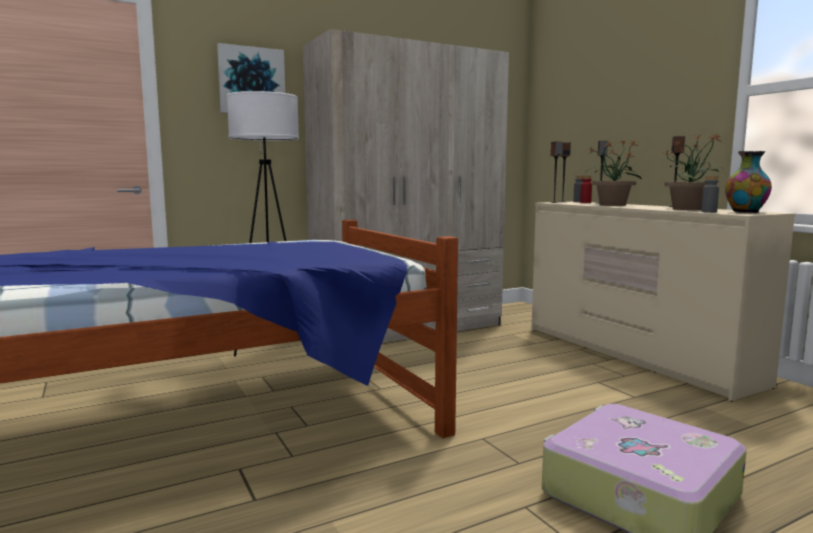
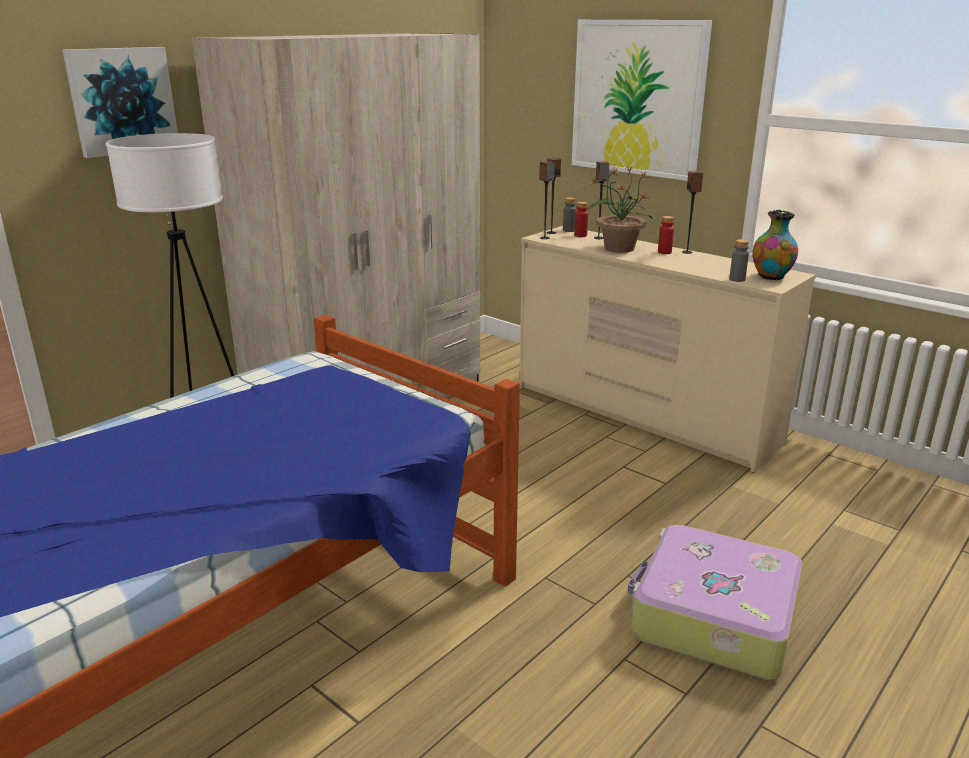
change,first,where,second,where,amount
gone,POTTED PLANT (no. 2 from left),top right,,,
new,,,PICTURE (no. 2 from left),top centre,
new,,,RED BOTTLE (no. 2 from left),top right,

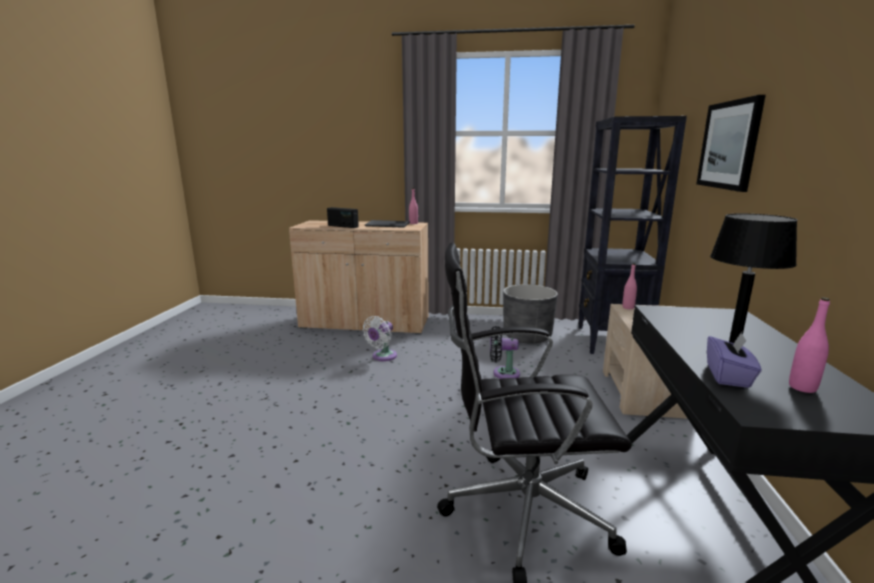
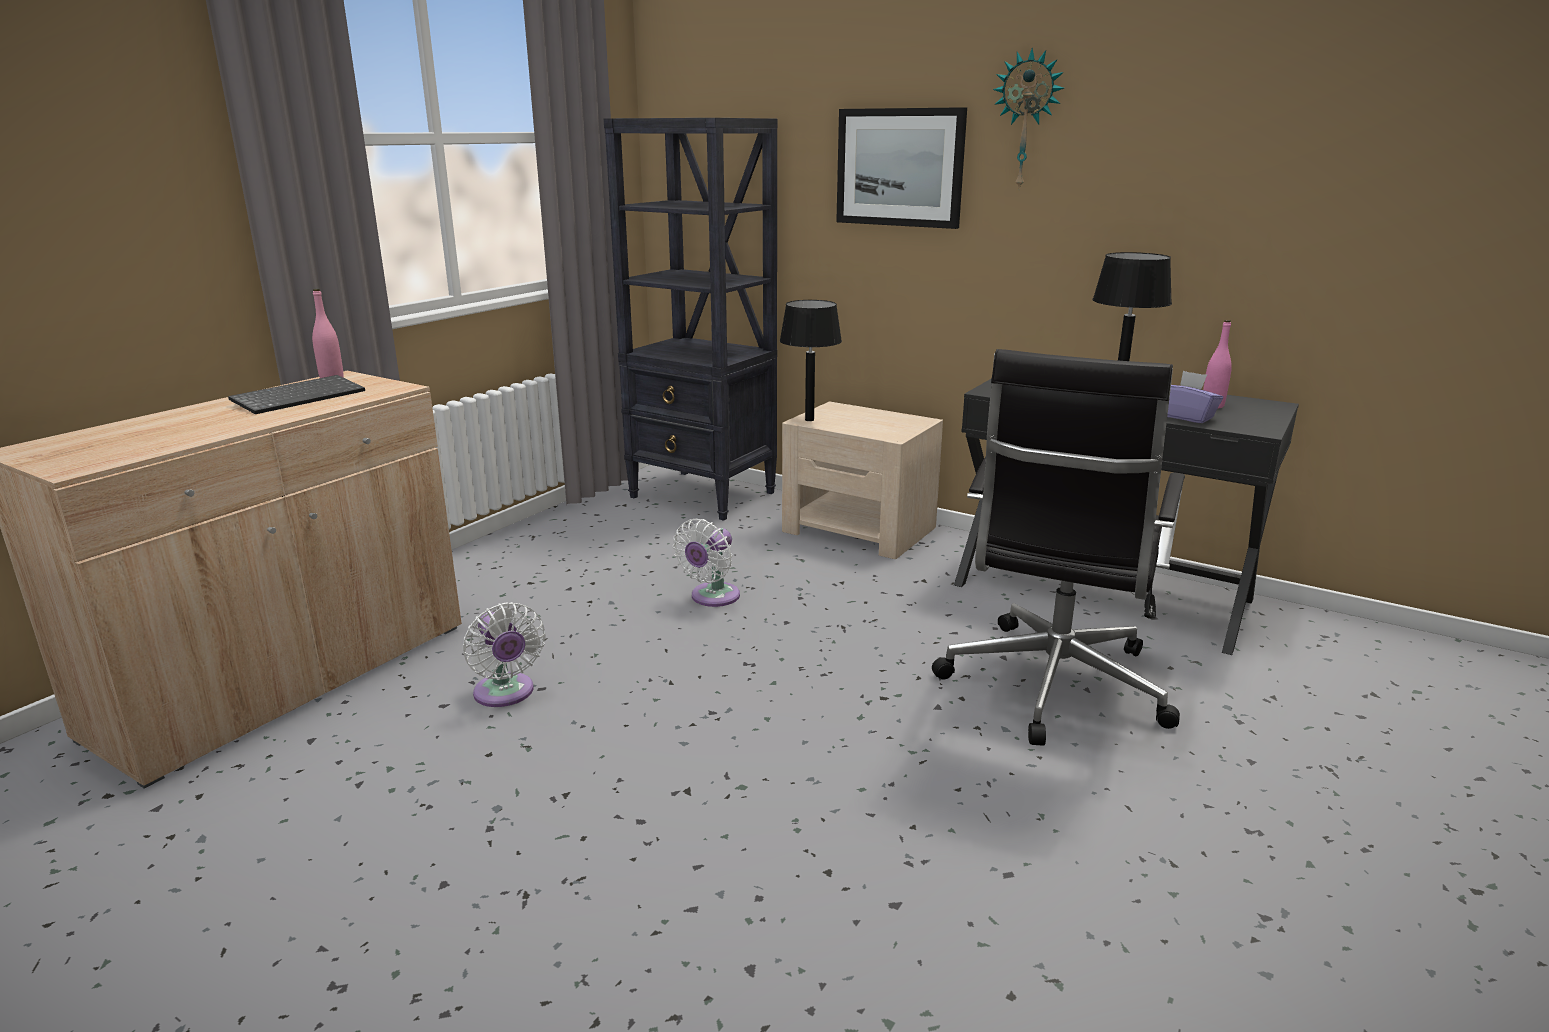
change,first,where,second,where,amount
gone,RADIO,centre,,,
repainted,BLACK FAN,centre,WHITE FAN (no. 2 from left),centre,
gone,GREY PLANTER,centre,,,
swapped,PINK BOTTLE (no. 2 from left),middle right,BLACK TABLE LAMP (no. 1 from left),centre,
new,,,WALL CLOCK,top centre,

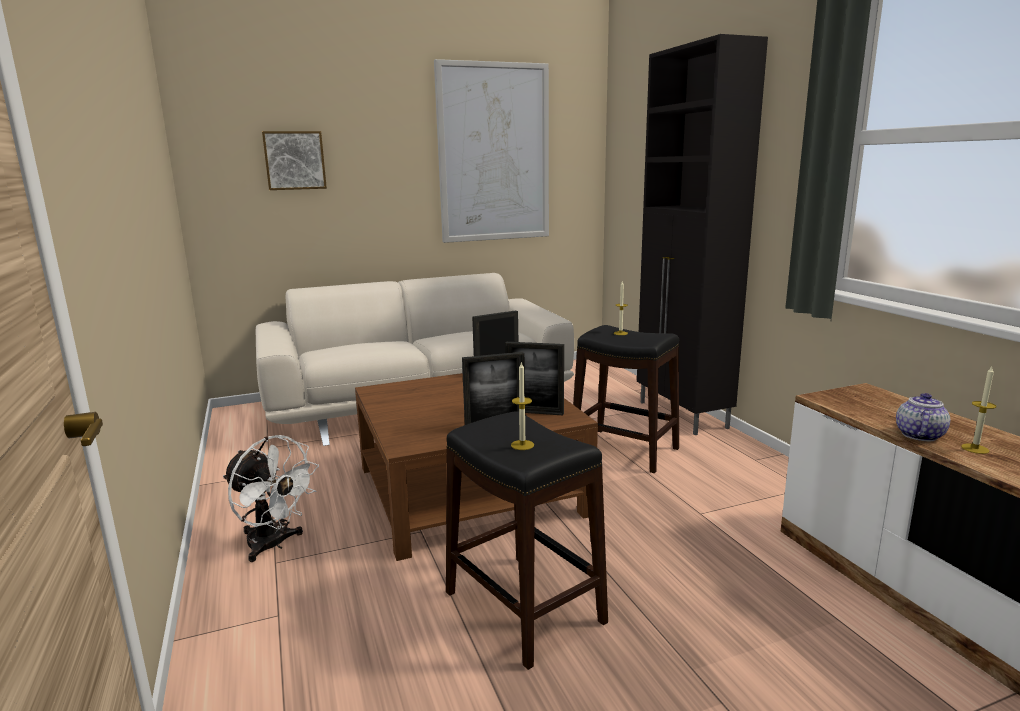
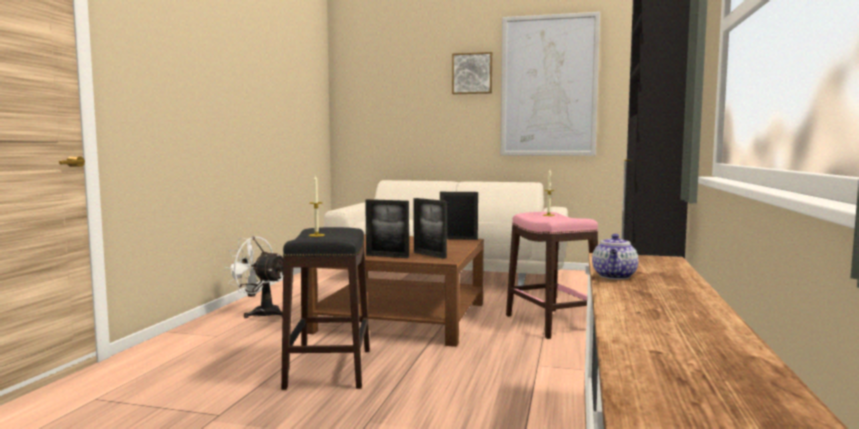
change,first,where,second,where,amount
rotated,WHITE FAN,bottom left,,middle left,135 degrees clockwise
shifted,PICTURE (no. 1 from left),top left,,top centre,
repainted,BLACK STOOL (no. 2 from left),centre,PINK STOOL,centre,
rotated,TEAPOT,middle right,,middle right,135 degrees clockwise
gone,CANDLE (no. 3 from left),middle right,,,

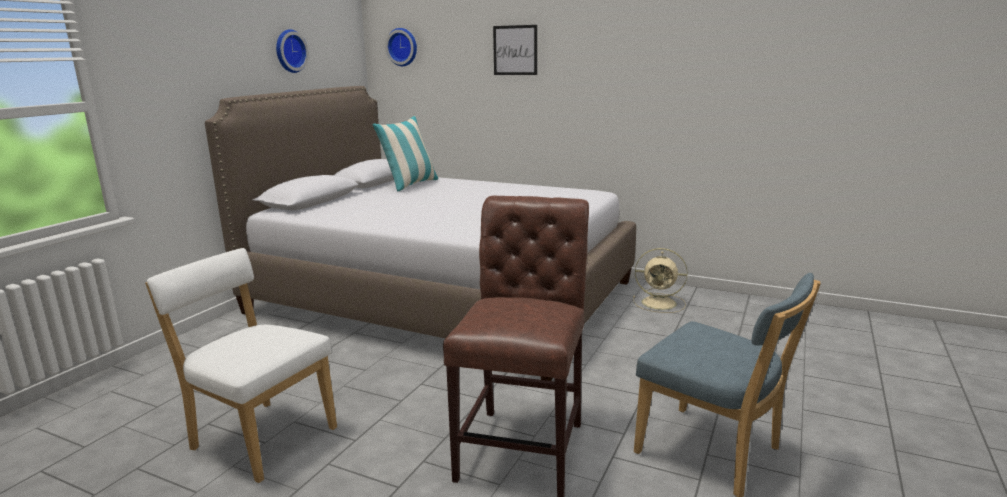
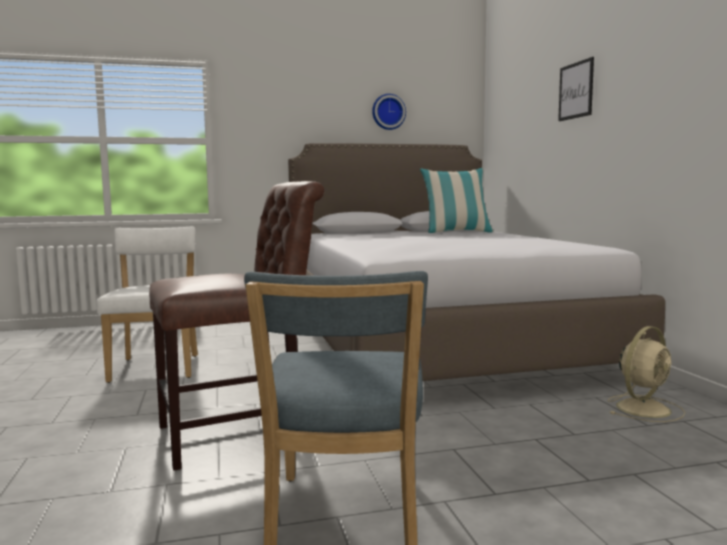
change,first,where,second,where,amount
gone,WALL CLOCK (no. 2 from left),top centre,,,
rotated,BEIGE FAN,centre,,bottom right,105 degrees counterclockwise

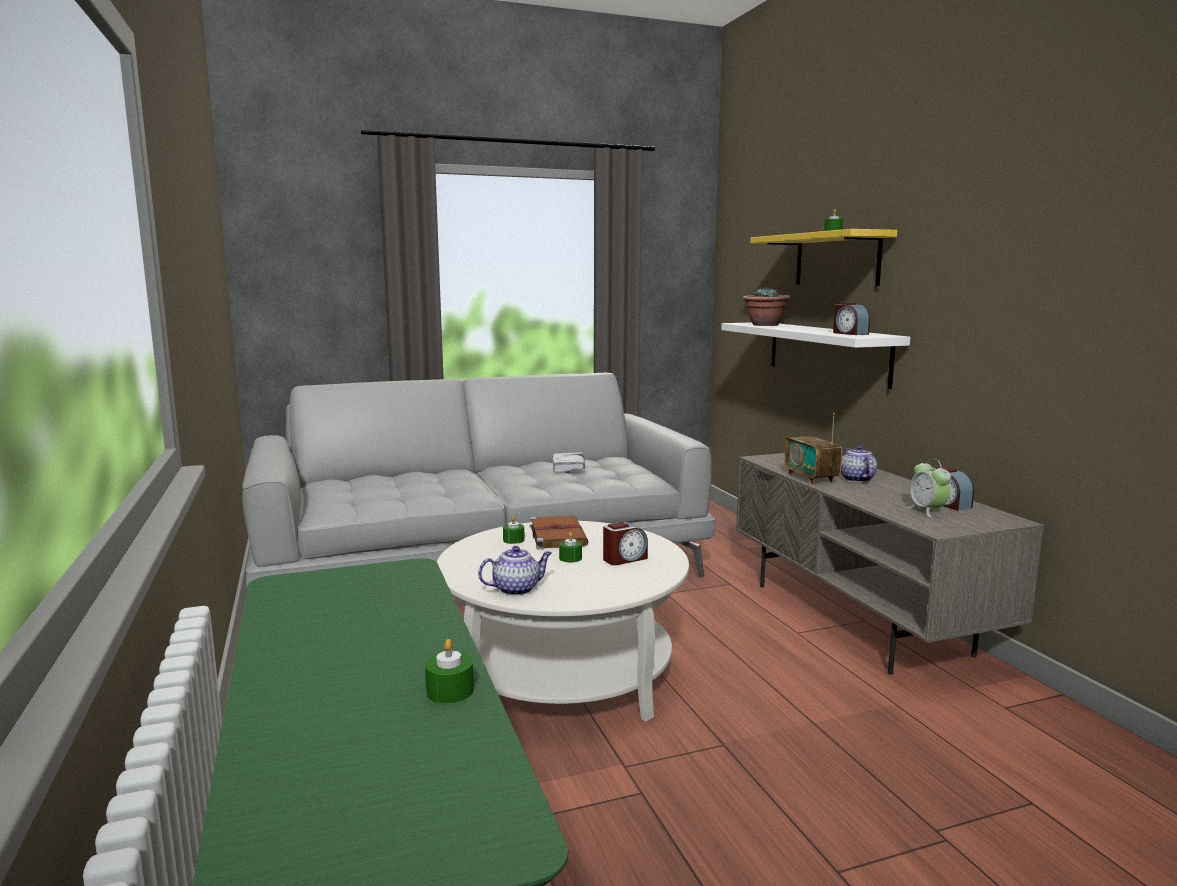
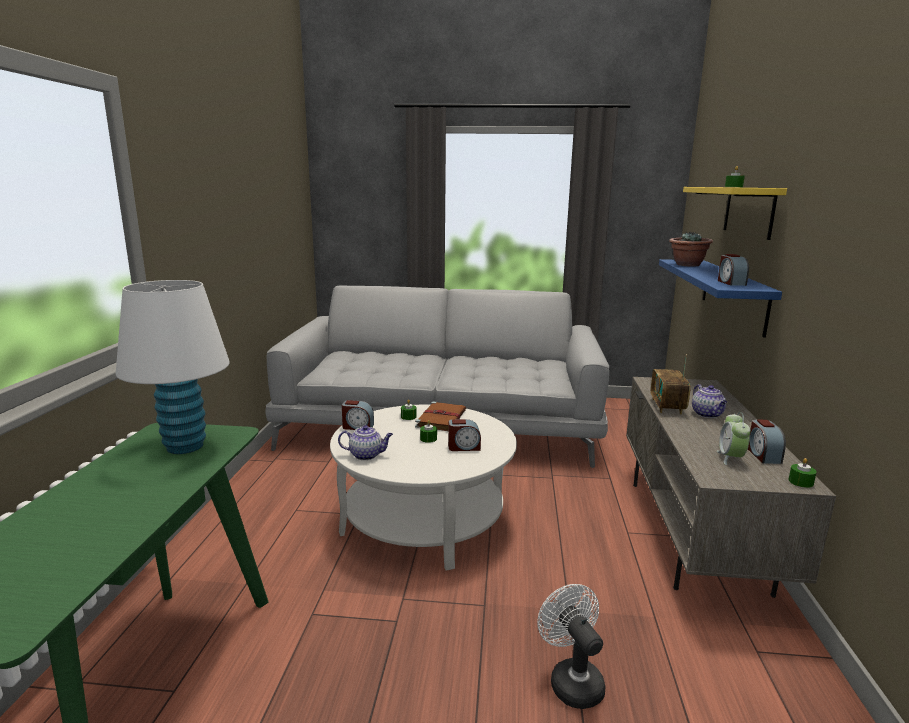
change,first,where,second,where,amount
shifted,GREEN CANDLE (no. 1 from left in the first image),bottom centre,GREEN CANDLE (no. 4 from left),middle right,
gone,WHITE BOOK,centre,,,
repainted,WHITE SHELF,middle right,BLUE SHELF,middle right,
rotated,TEAPOT (no. 2 from left),middle right,,middle right,150 degrees clockwise
new,,,WHITE TABLE LAMP,middle left,
new,,,ALARM CLOCK (no. 1 from left),centre,
new,,,WHITE FAN,bottom centre,

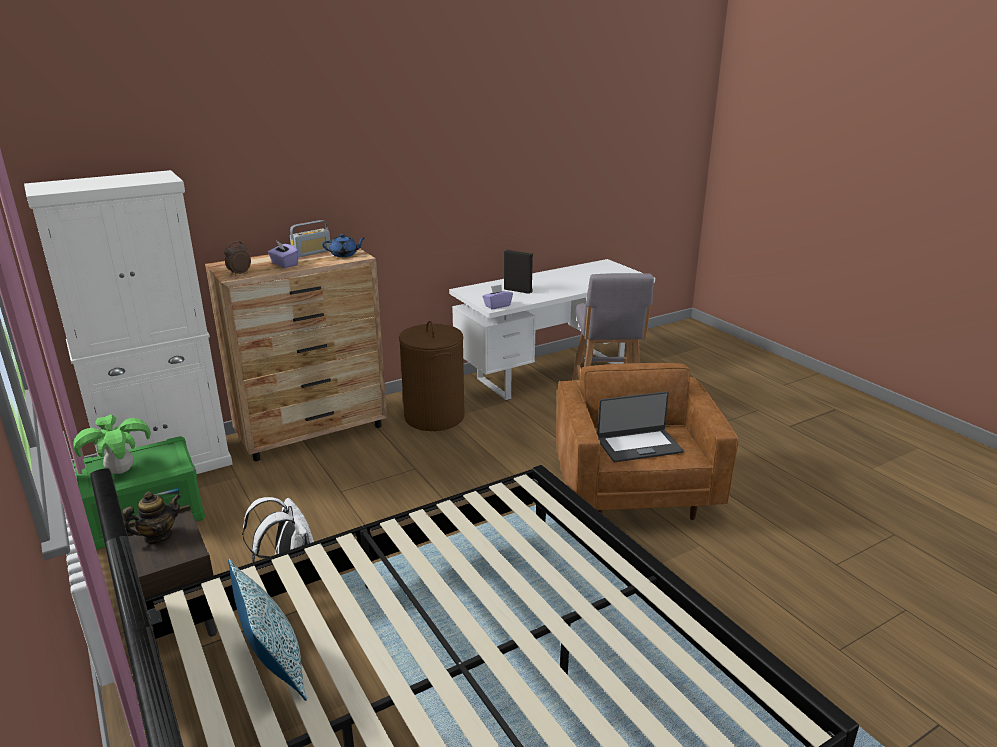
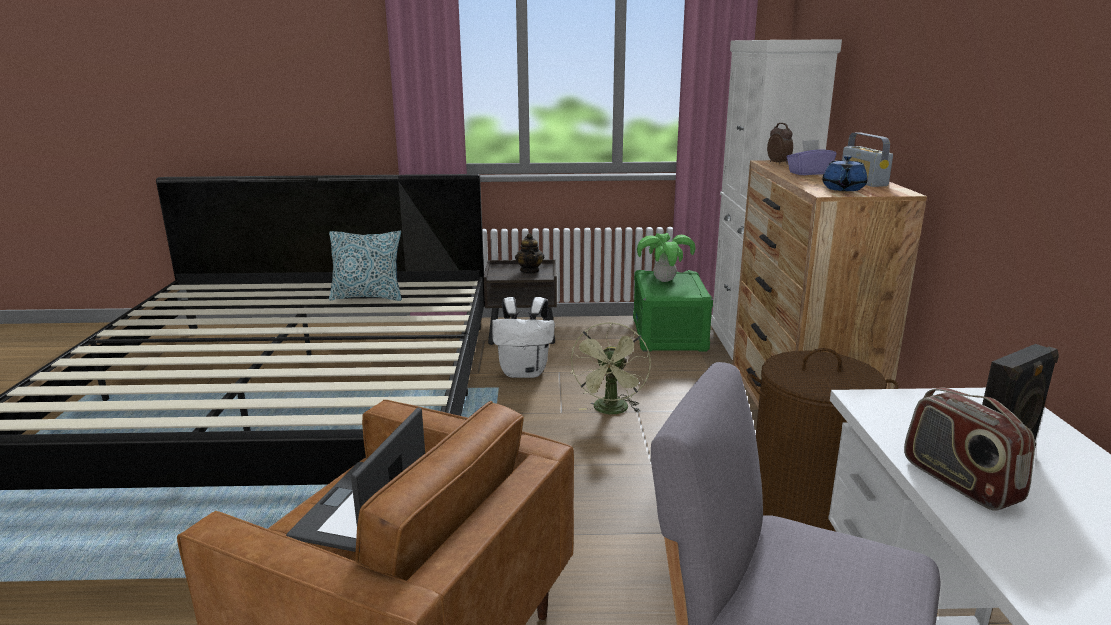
change,first,where,second,where,amount
gone,PURPLE TISSUE BOX (no. 2 from left),centre,,,
new,,,GREEN FAN,centre,
new,,,RADIO (no. 2 from left),bottom right,

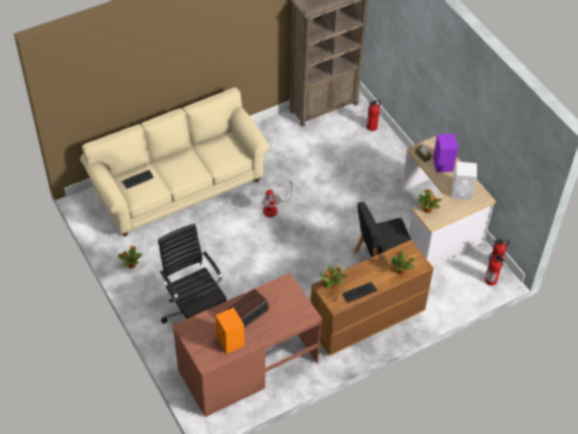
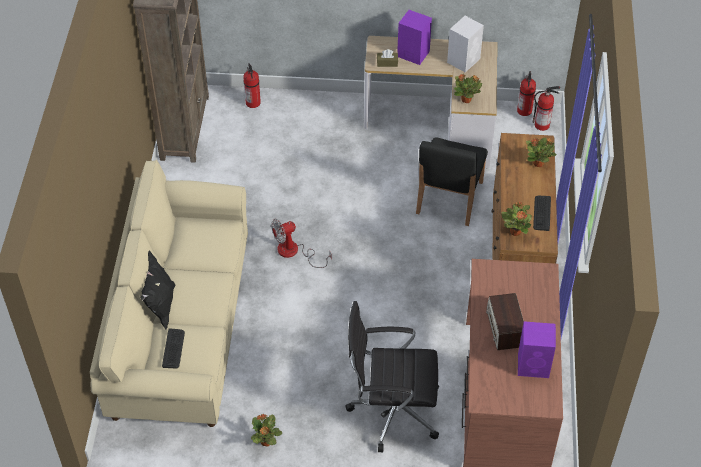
change,first,where,second,where,amount
repainted,ORANGE SPEAKER,bottom centre,PURPLE SPEAKER (no. 2 from left),bottom right,
rotated,FAN,centre,,centre,135 degrees clockwise
new,,,BLACK PILLOW,middle left,

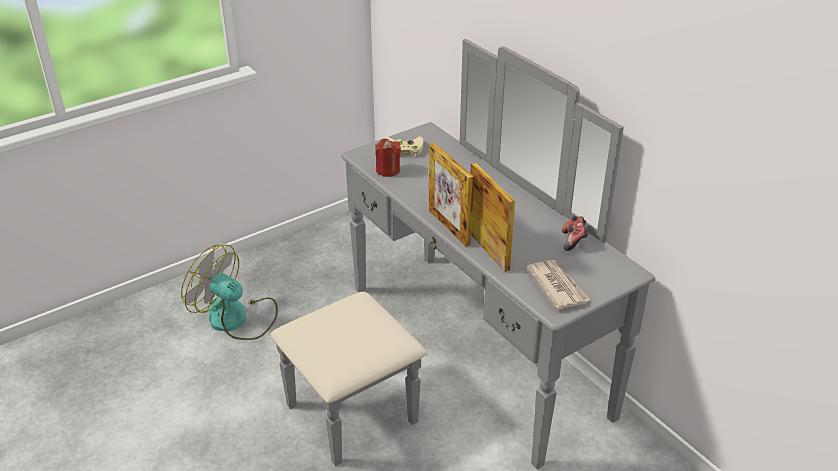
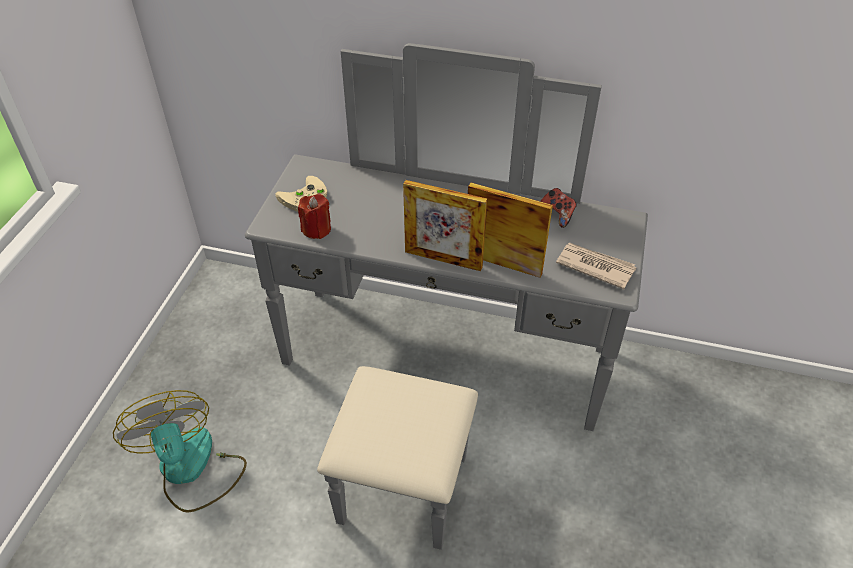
change,first,where,second,where,amount
rotated,FAN,middle left,,bottom left,75 degrees clockwise

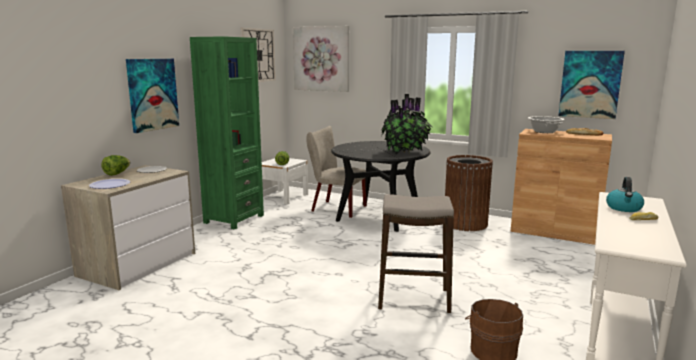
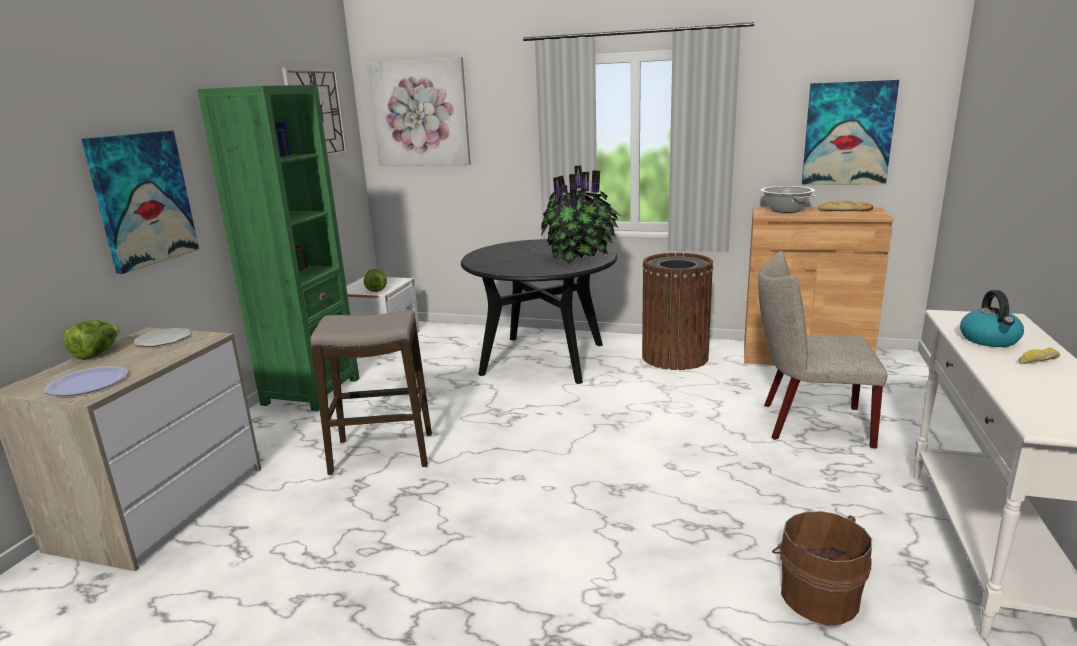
change,first,where,second,where,amount
shifted,BEIGE CHAIR,centre,,middle right,
shifted,STOOL,bottom centre,,centre,

